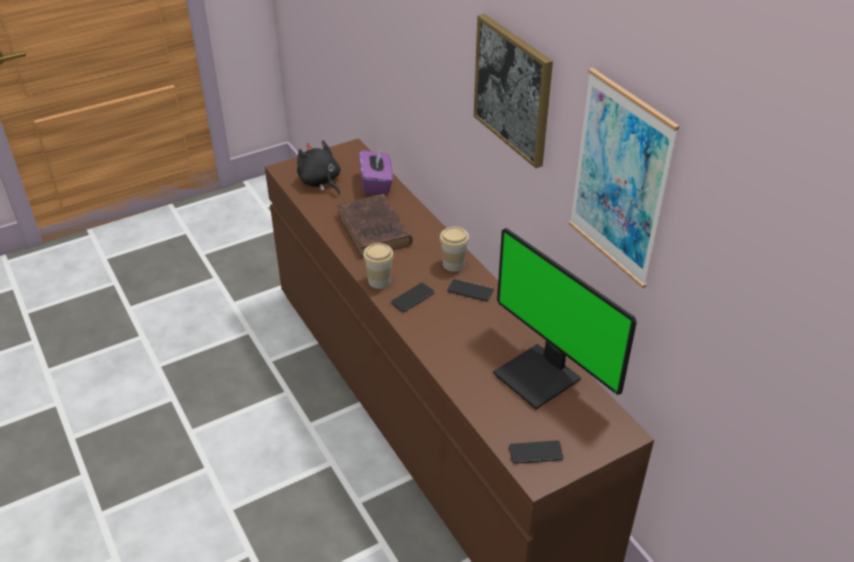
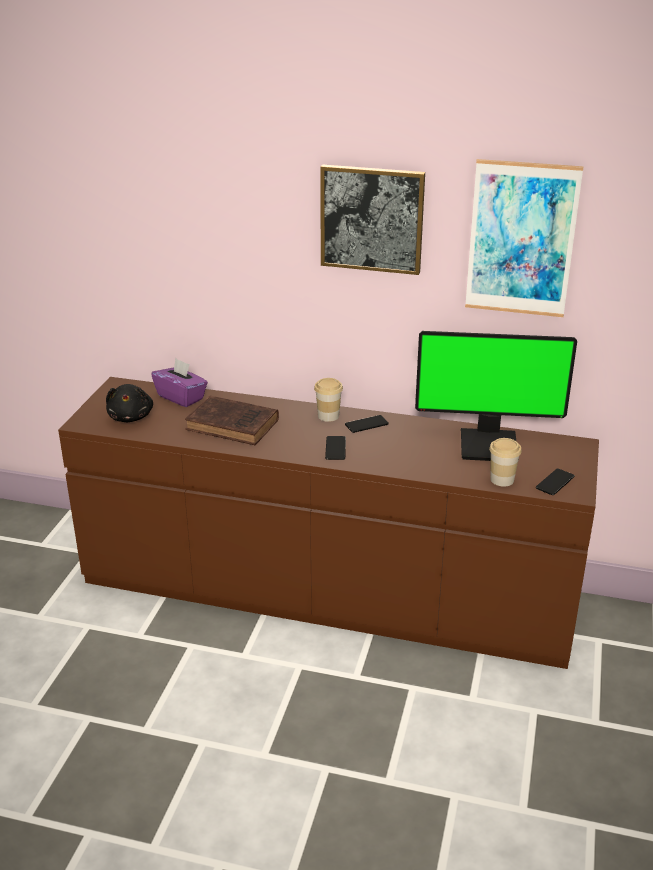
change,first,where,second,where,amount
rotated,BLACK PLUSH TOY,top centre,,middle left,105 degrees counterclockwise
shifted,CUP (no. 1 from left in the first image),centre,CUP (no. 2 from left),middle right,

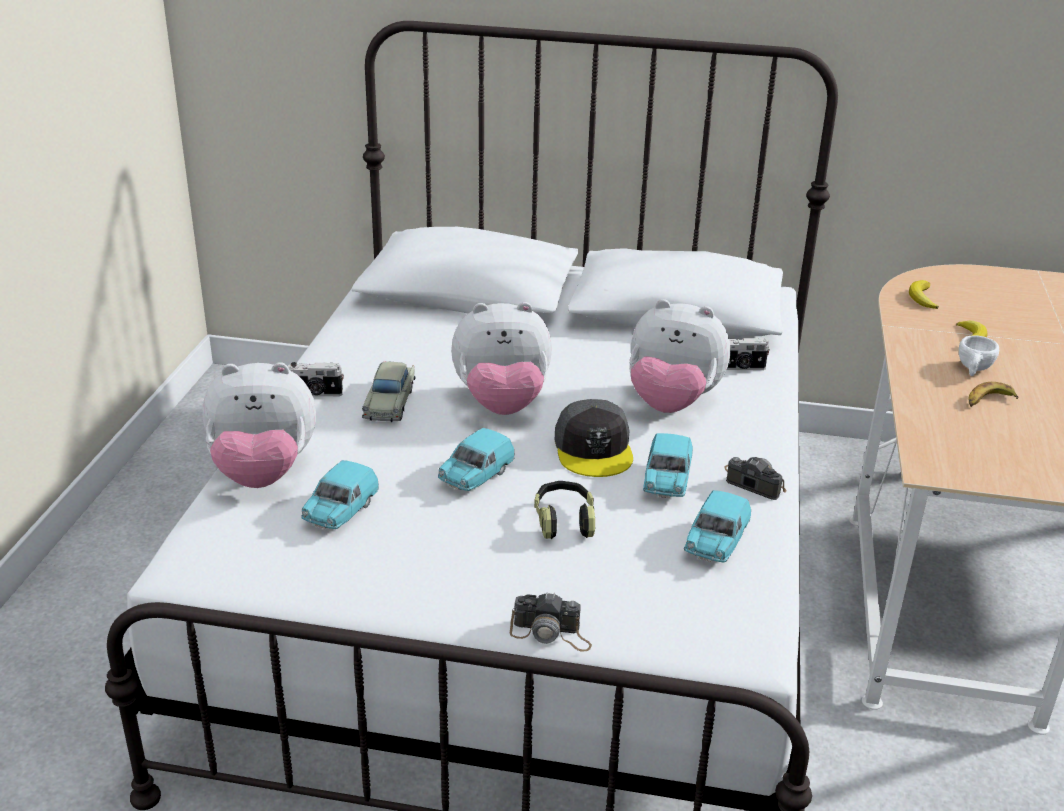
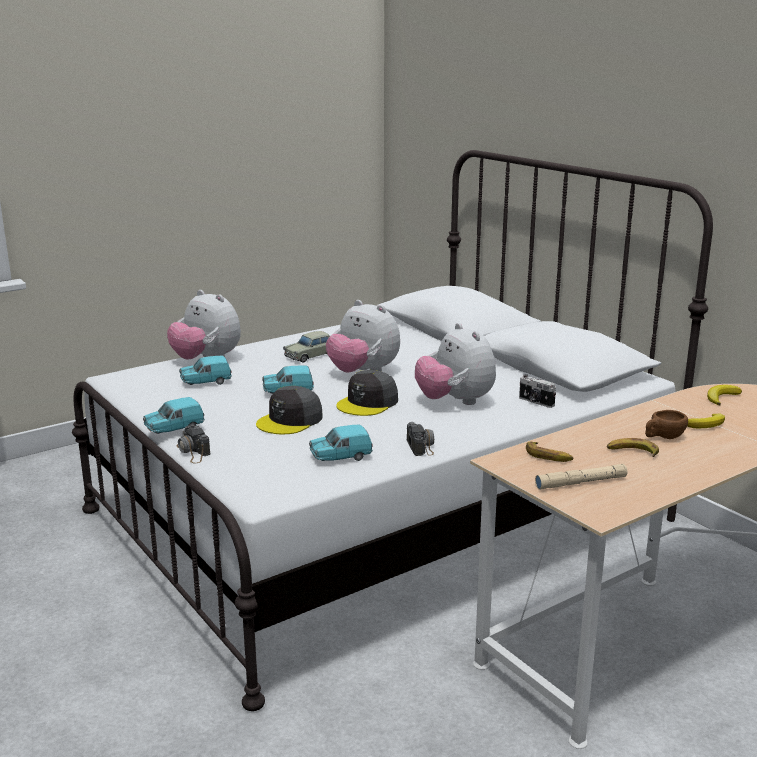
change,first,where,second,where,amount
gone,PHOTO CAMERA (no. 1 from left),middle left,,,
swapped,HEADPHONES,centre,GREY CAP (no. 1 from left),centre,
shifted,TURQUOISE TOY CAR (no. 3 from left in the first image),centre,TURQUOISE TOY CAR (no. 1 from left),middle left,
repainted,WHITE CUP,middle right,BROWN CUP,middle right,
new,,,BANANA (no. 1 from left),middle right,
new,,,BEIGE FLASHLIGHT,middle right,

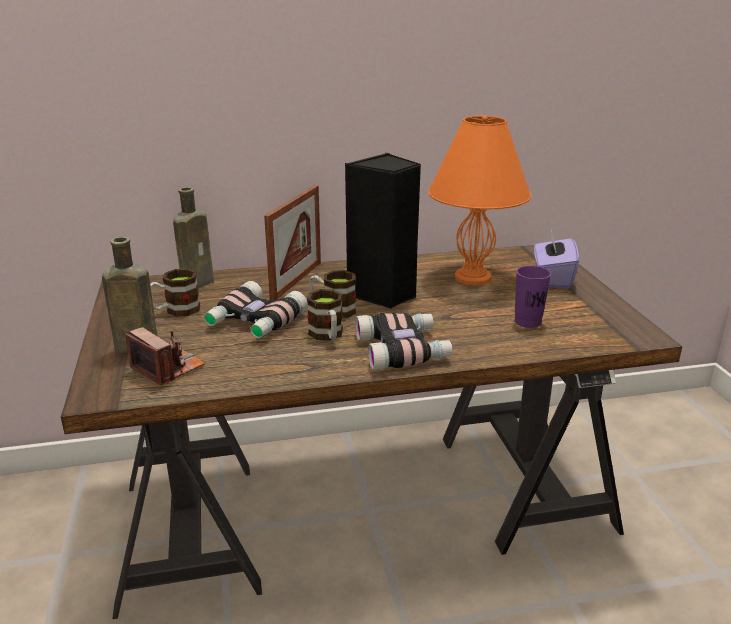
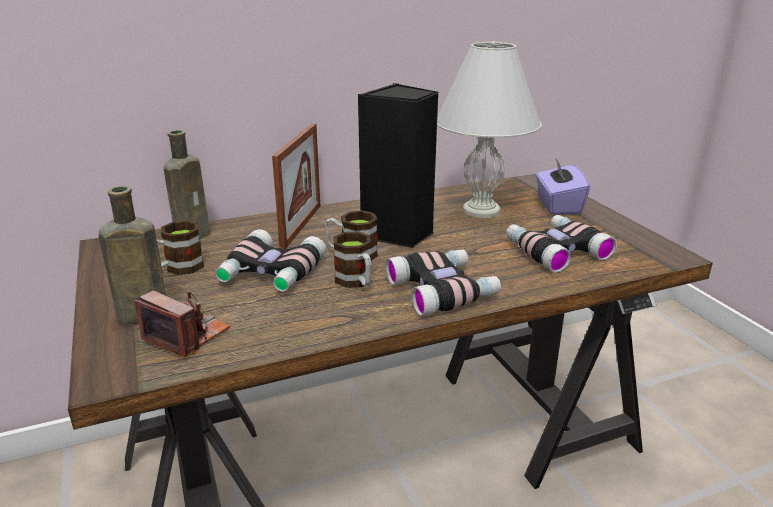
change,first,where,second,where,amount
repainted,ORANGE TABLE LAMP,top centre,WHITE TABLE LAMP,top centre,
swapped,PURPLE CUP,middle right,BINOCULARS (no. 3 from left),middle right,

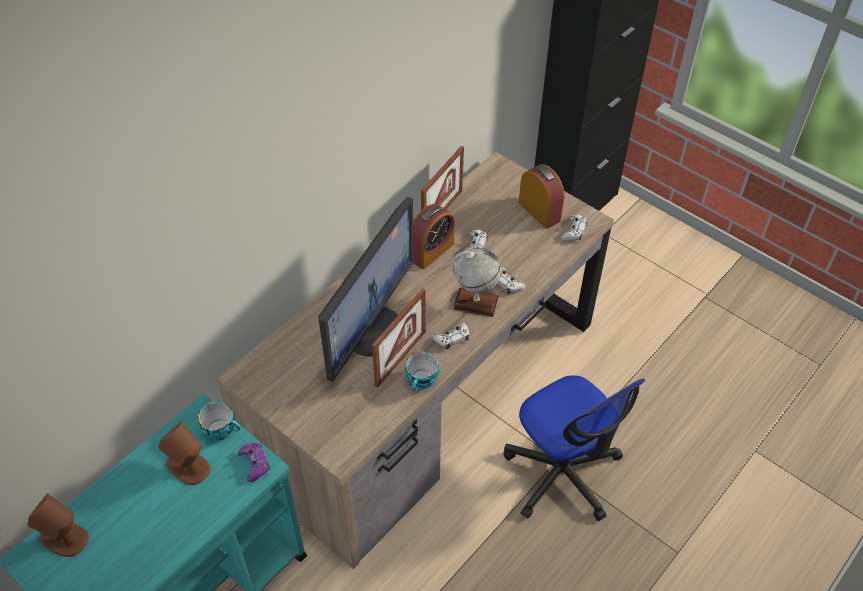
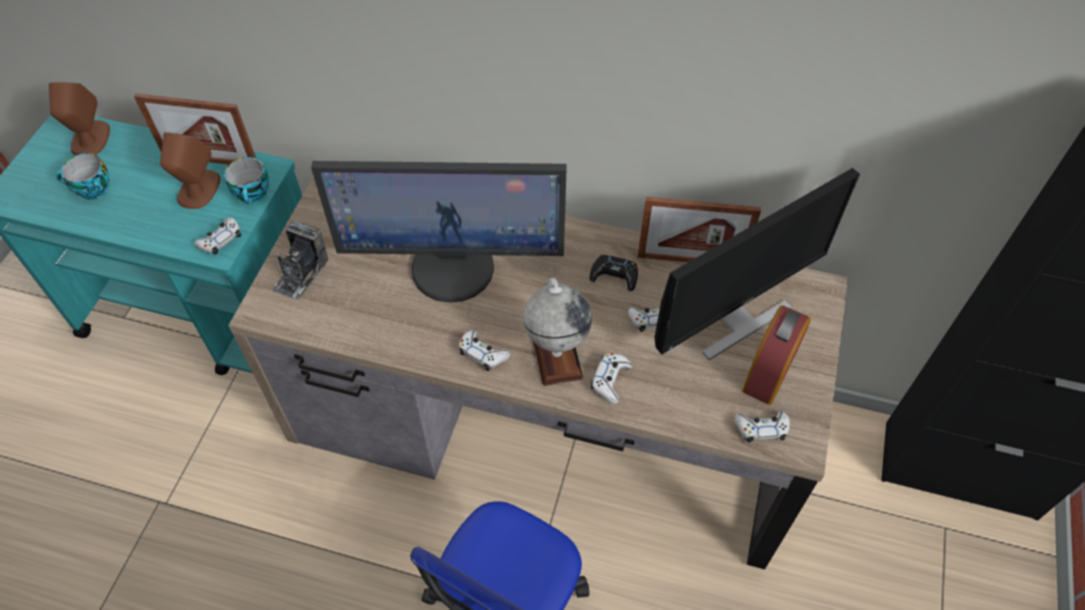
change,first,where,second,where,amount
repainted,PURPLE GAME CONTROLLER,bottom left,WHITE GAME CONTROLLER (no. 1 from left),middle left,
shifted,PICTURE FRAME (no. 1 from left),centre,,top left,
shifted,CUP (no. 2 from left in the first image),centre,CUP (no. 1 from left),top left,
swapped,ALARM CLOCK (no. 1 from left),centre,BLACK GAME CONTROLLER,centre,
new,,,PHOTO CAMERA,middle left,
new,,,MONITOR (no. 2 from left),middle right,

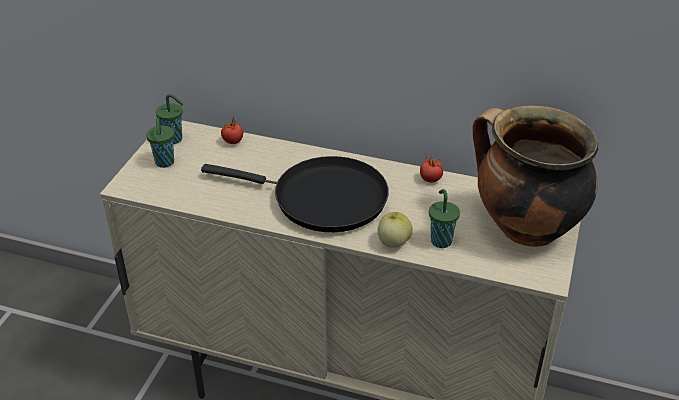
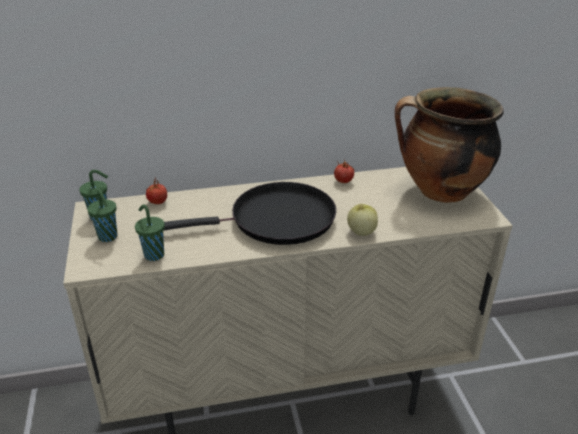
change,first,where,second,where,amount
shifted,GREEN CUP (no. 3 from left),centre,,middle left,

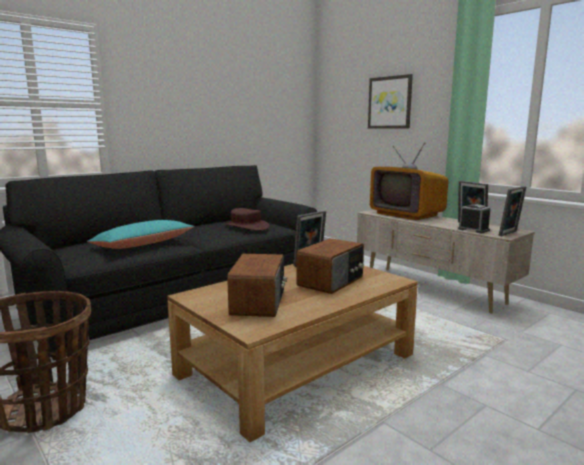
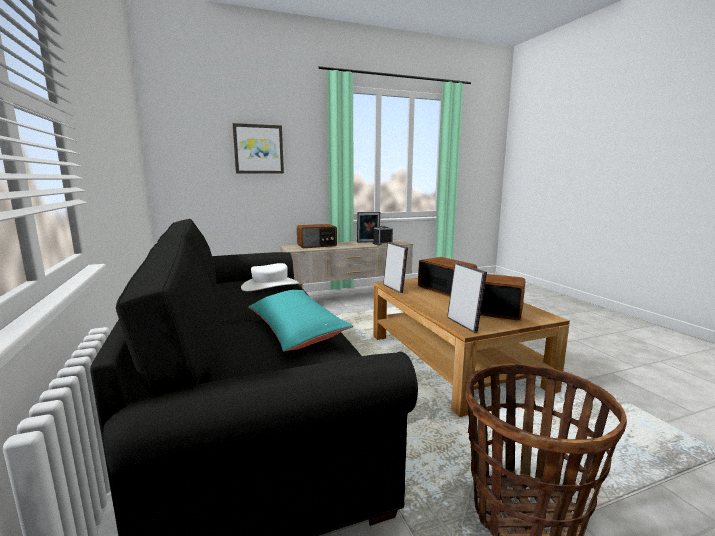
change,first,where,second,where,amount
repainted,BROWN HAT,centre,WHITE HAT,centre,
swapped,TELEVISION,middle right,RADIO (no. 1 from left),centre,
shifted,PICTURE FRAME (no. 3 from left),middle right,,centre,

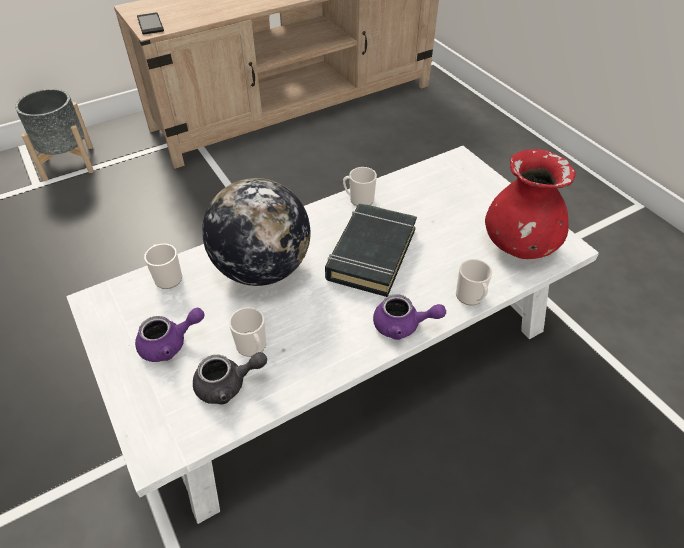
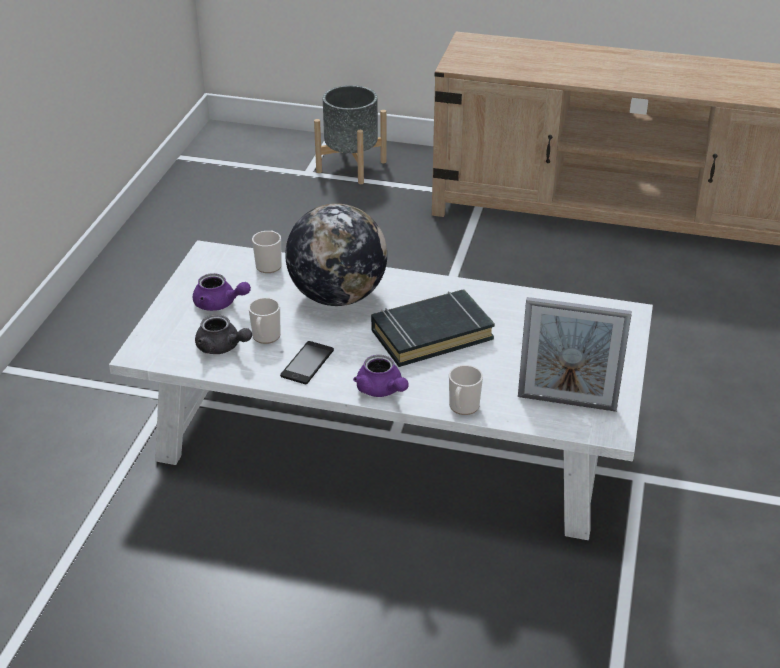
change,first,where,second,where,amount
shifted,PHONE,top left,,centre,
gone,MUG (no. 3 from left),centre,,,
swapped,RED VASE,middle right,PICTURE FRAME,middle right,

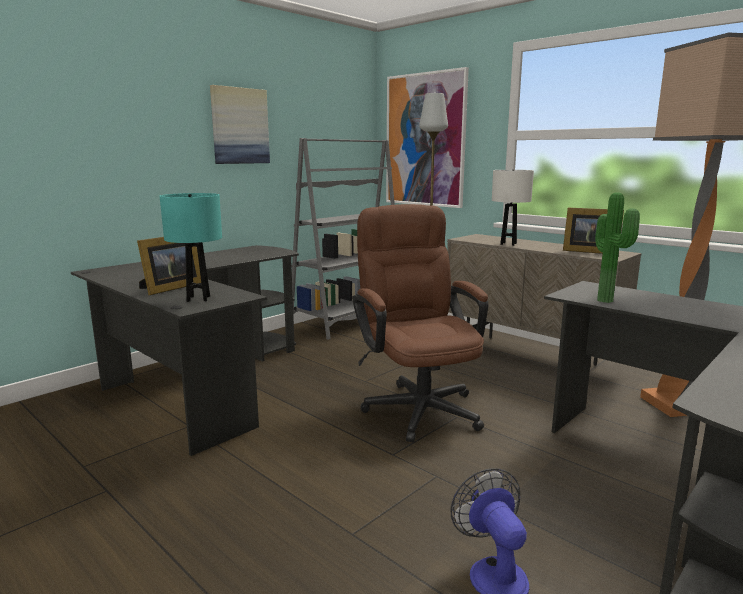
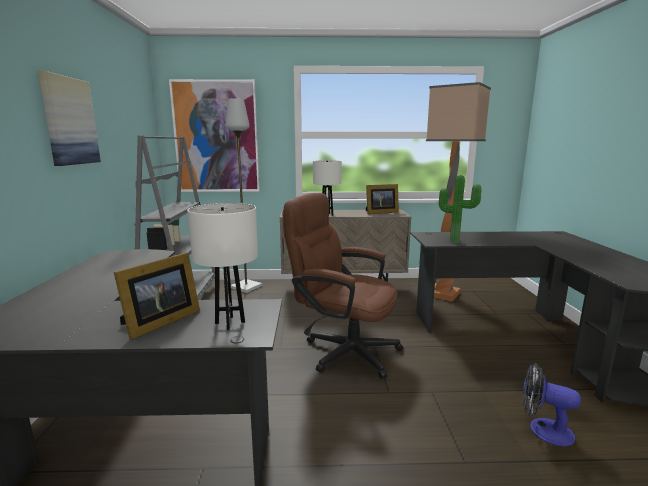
change,first,where,second,where,amount
rotated,PICTURE FRAME (no. 1 from left),middle left,,middle left,45 degrees clockwise
repainted,TURQUOISE TABLE LAMP,middle left,WHITE TABLE LAMP (no. 1 from left),centre,

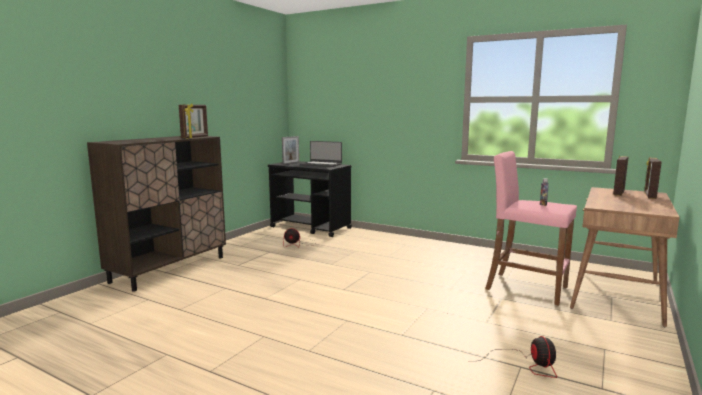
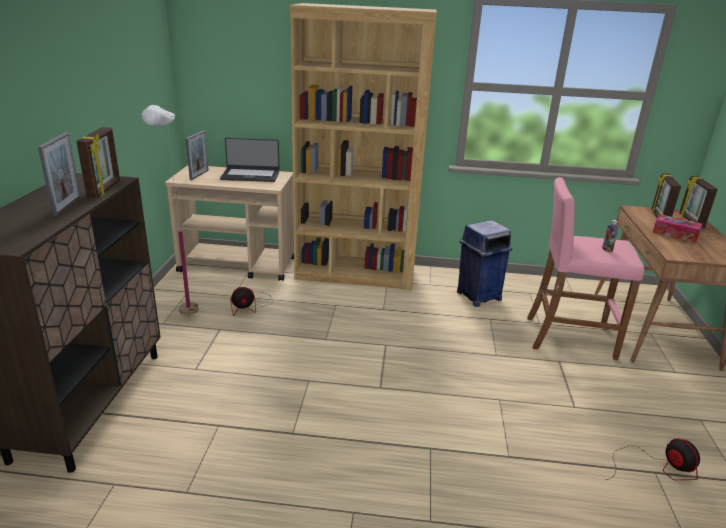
change,first,where,second,where,amount
repainted,BLACK CART,centre,BEIGE CART,middle left,
new,,,PICTURE FRAME (no. 1 from left),top left,
new,,,WHITE FLOOR LAMP,middle left,
new,,,BROWN BOOKCASE,top centre,
new,,,BLUE TRASH CAN,middle right,
new,,,TISSUE BOX,middle right,

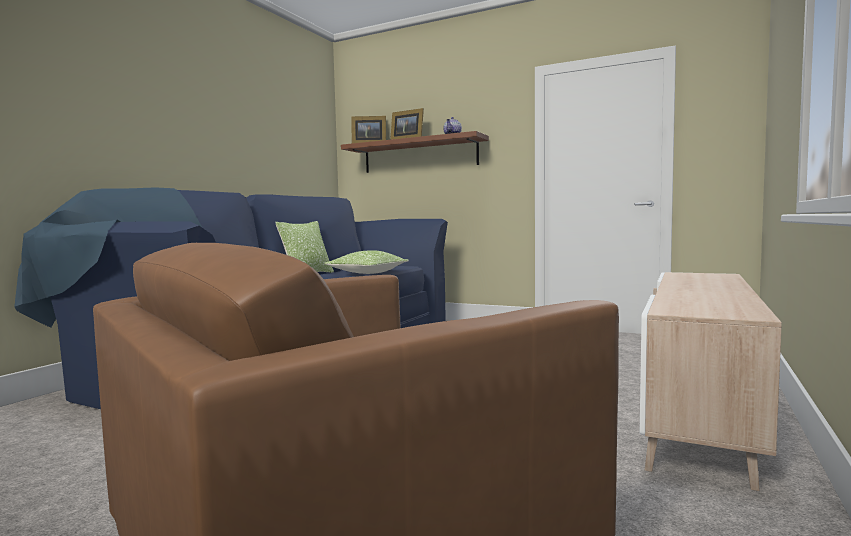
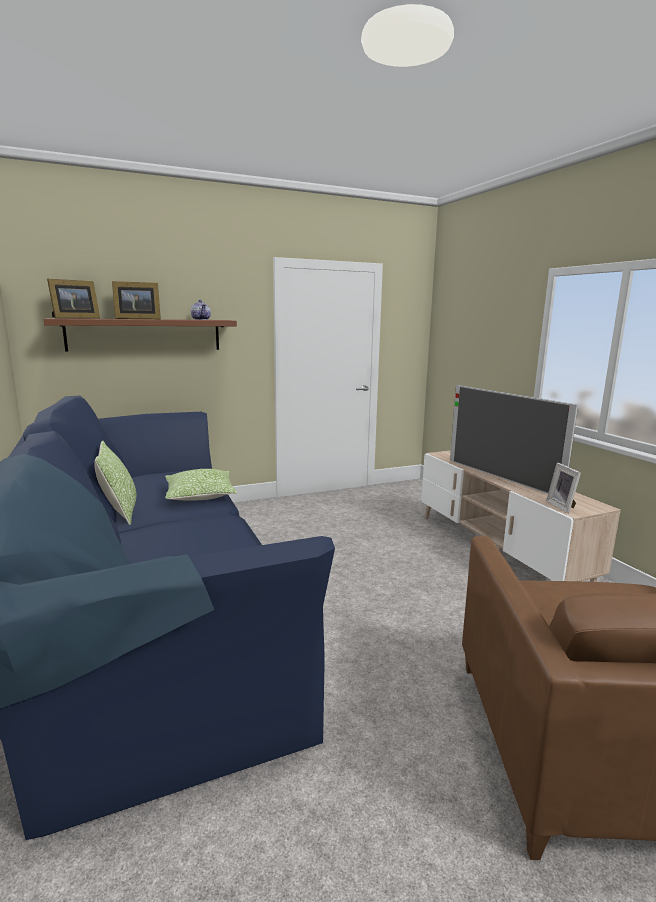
change,first,where,second,where,amount
new,,,TELEVISION,middle right,
new,,,PICTURE FRAME (no. 3 from left),middle right,

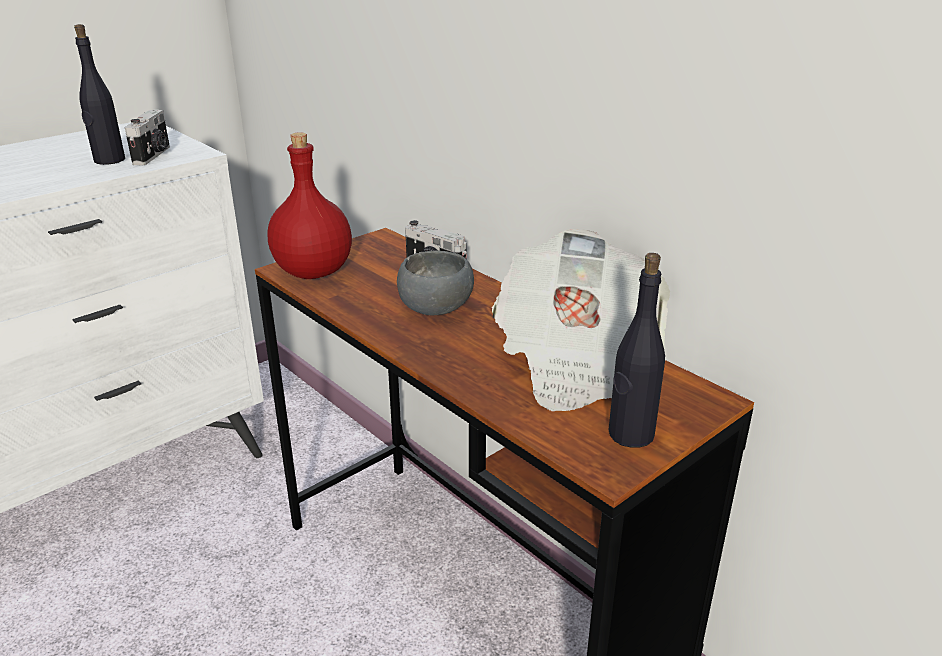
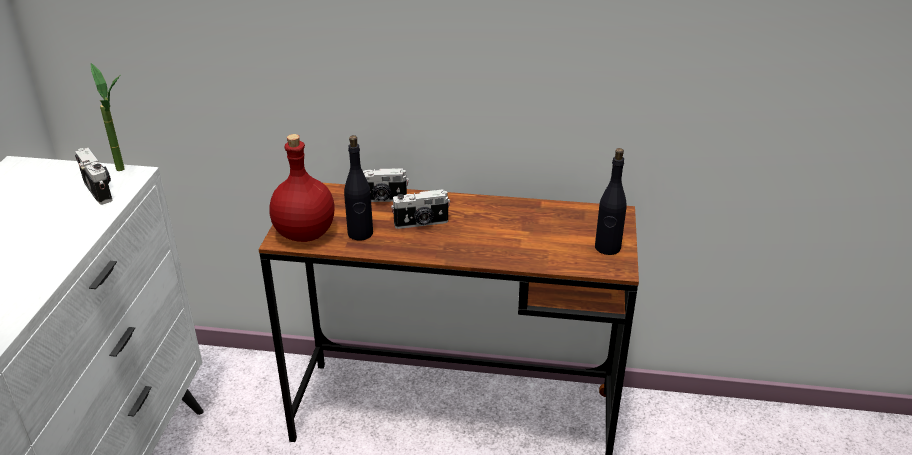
change,first,where,second,where,amount
shifted,BLACK BOTTLE (no. 1 from left),top left,,centre,
swapped,GREY BOWL,centre,PHOTO CAMERA (no. 3 from left),centre,
gone,NEWSPAPER,centre,,,
new,,,POTTED PLANT,top left,

